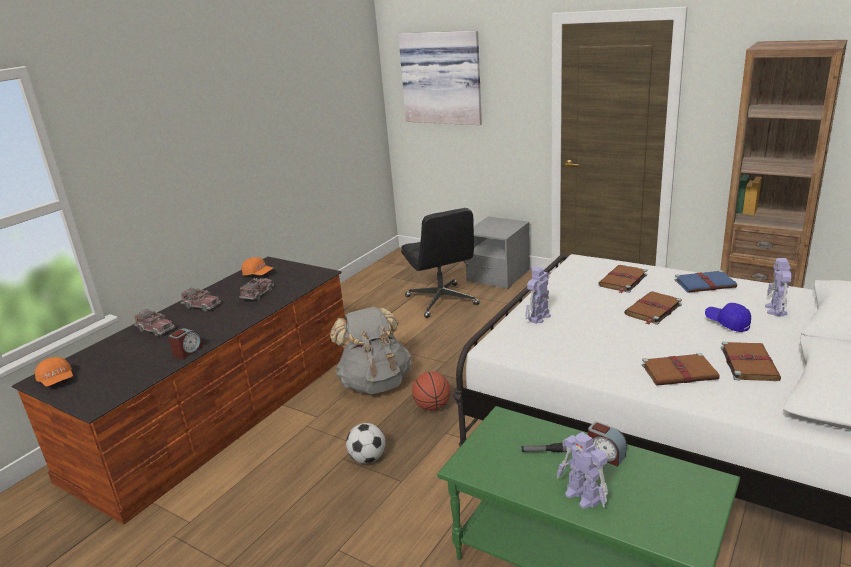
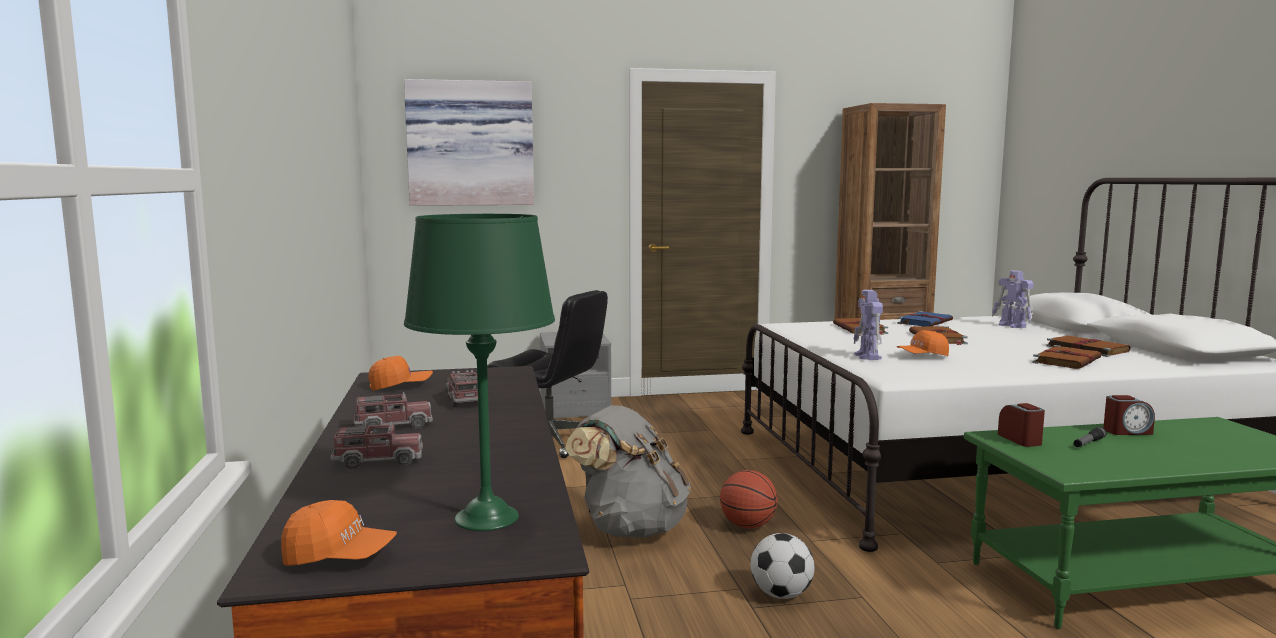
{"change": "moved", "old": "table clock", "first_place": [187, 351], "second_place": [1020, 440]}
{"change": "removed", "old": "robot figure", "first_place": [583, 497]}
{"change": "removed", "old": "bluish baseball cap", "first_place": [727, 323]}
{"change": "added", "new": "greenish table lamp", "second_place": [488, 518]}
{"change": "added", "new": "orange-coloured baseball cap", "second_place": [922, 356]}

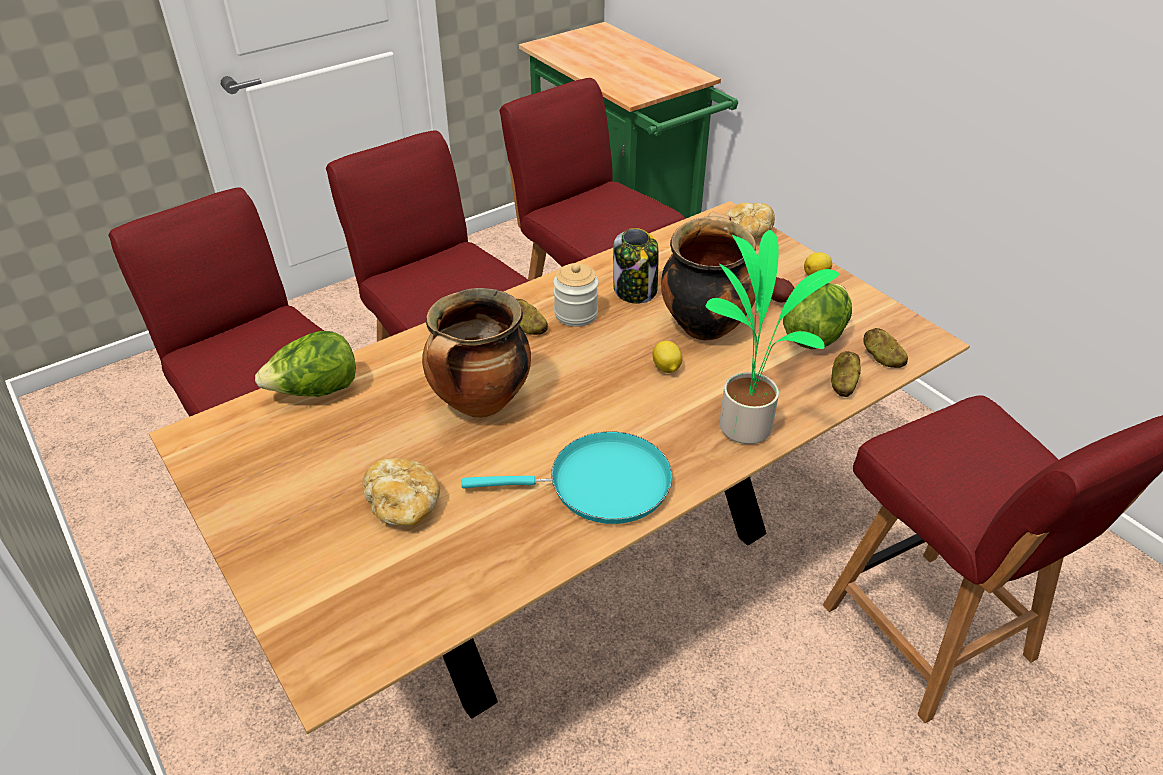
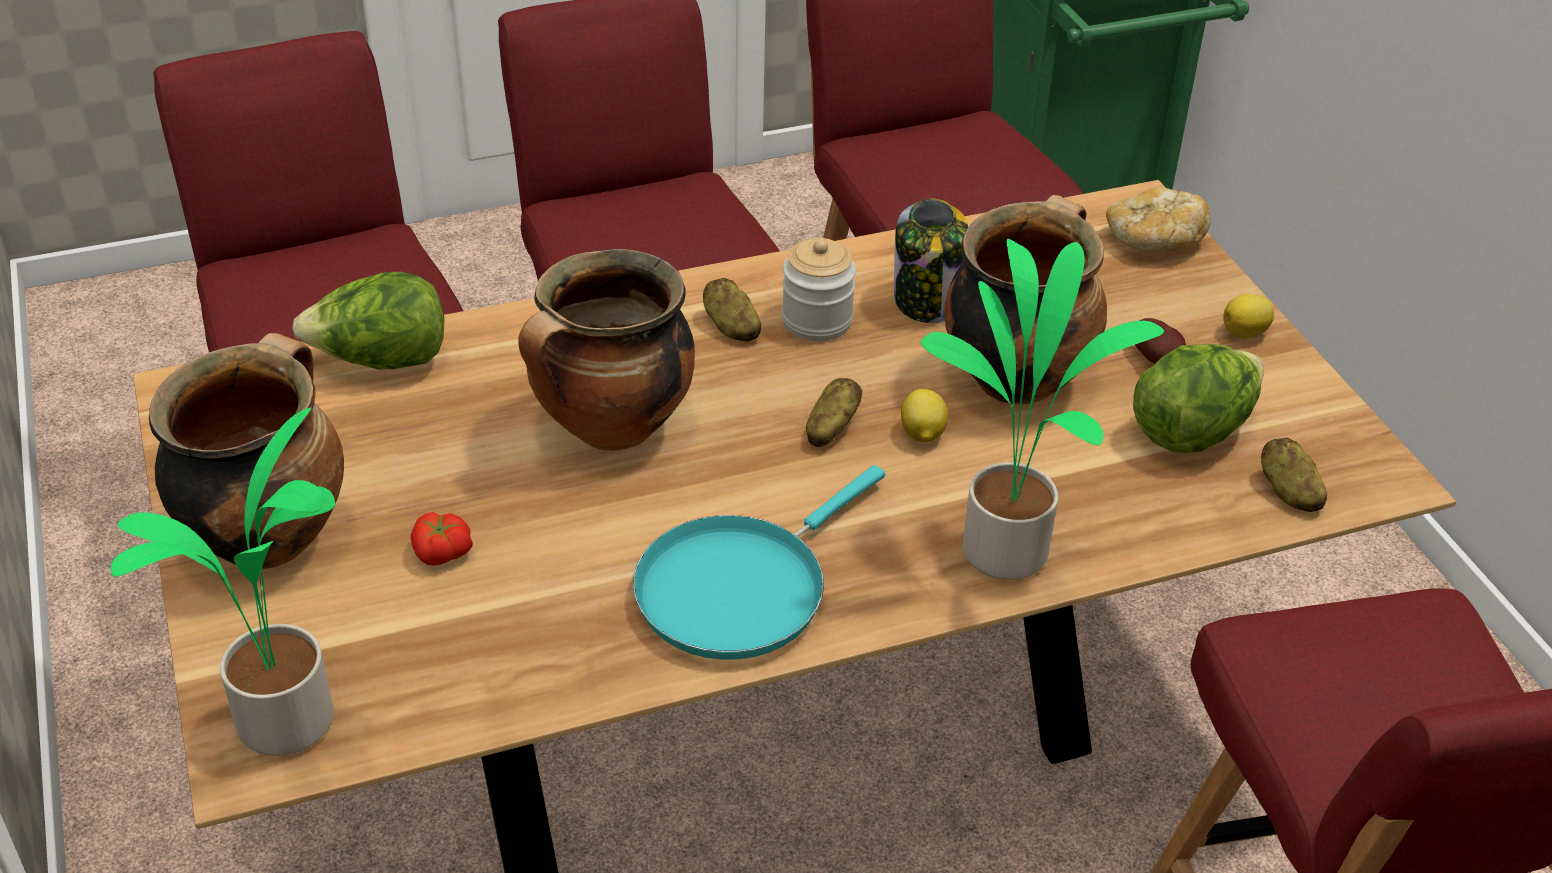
{"change": "replaced", "old": "baked bread", "new": "tomato", "first_place": [404, 505], "second_place": [441, 554]}
{"change": "turned", "old": "blue-green frying pan", "first_place": [600, 484], "second_place": [739, 587], "degrees": 120}
{"change": "moved", "old": "spud", "first_place": [842, 384], "second_place": [830, 429]}
{"change": "added", "new": "houseplant", "second_place": [285, 728]}
{"change": "added", "new": "cooking pot", "second_place": [267, 535]}

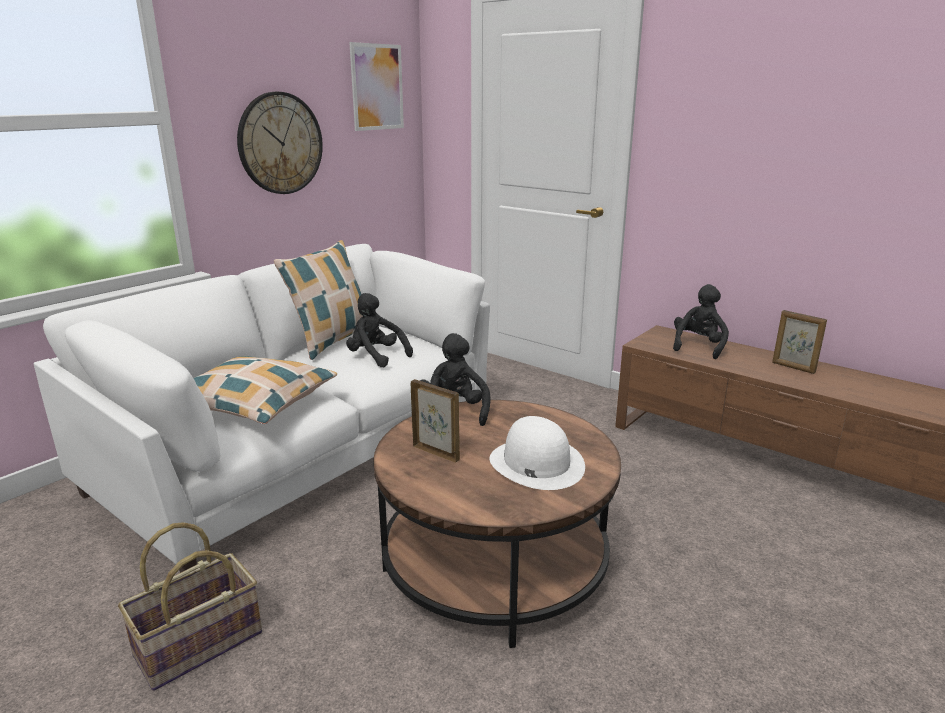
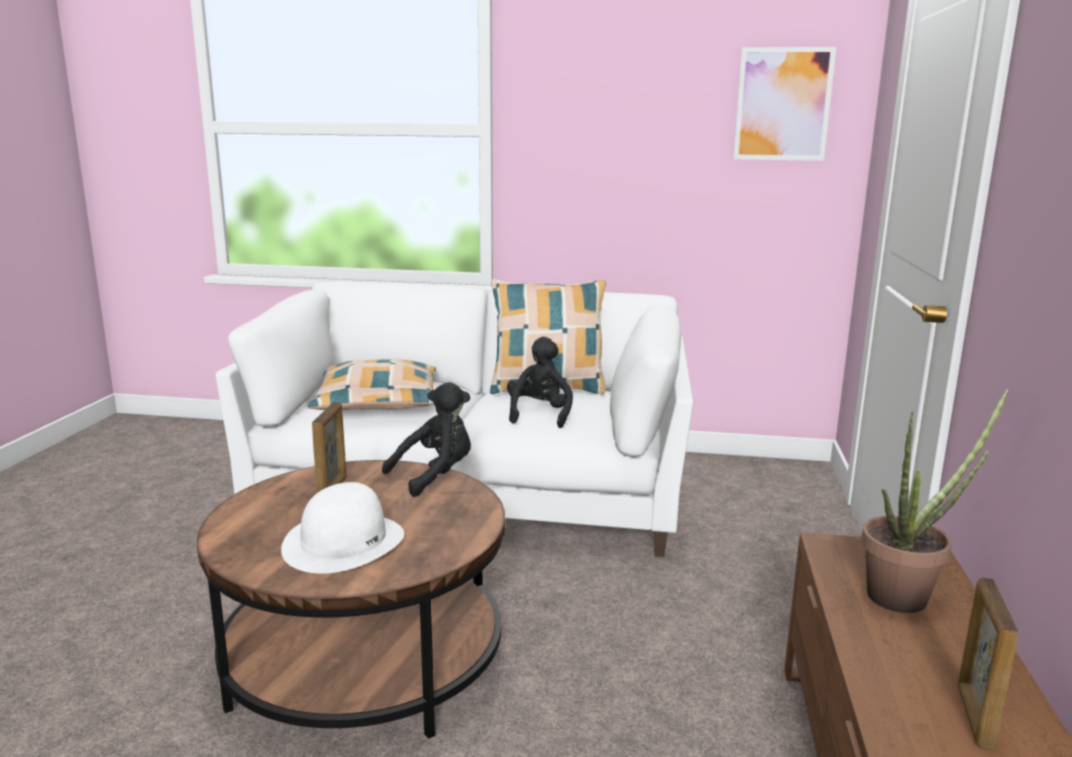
{"change": "removed", "old": "basket", "first_place": [199, 645]}
{"change": "removed", "old": "hanging clock", "first_place": [280, 143]}
{"change": "replaced", "old": "blackish soft toy", "new": "houseplant", "first_place": [698, 346], "second_place": [907, 595]}

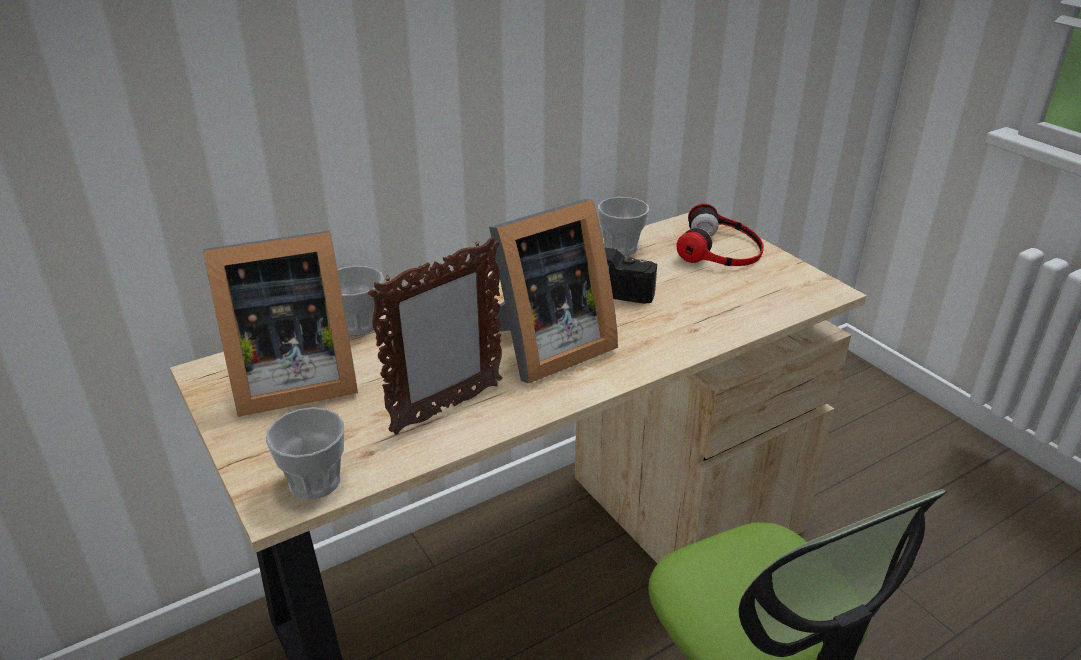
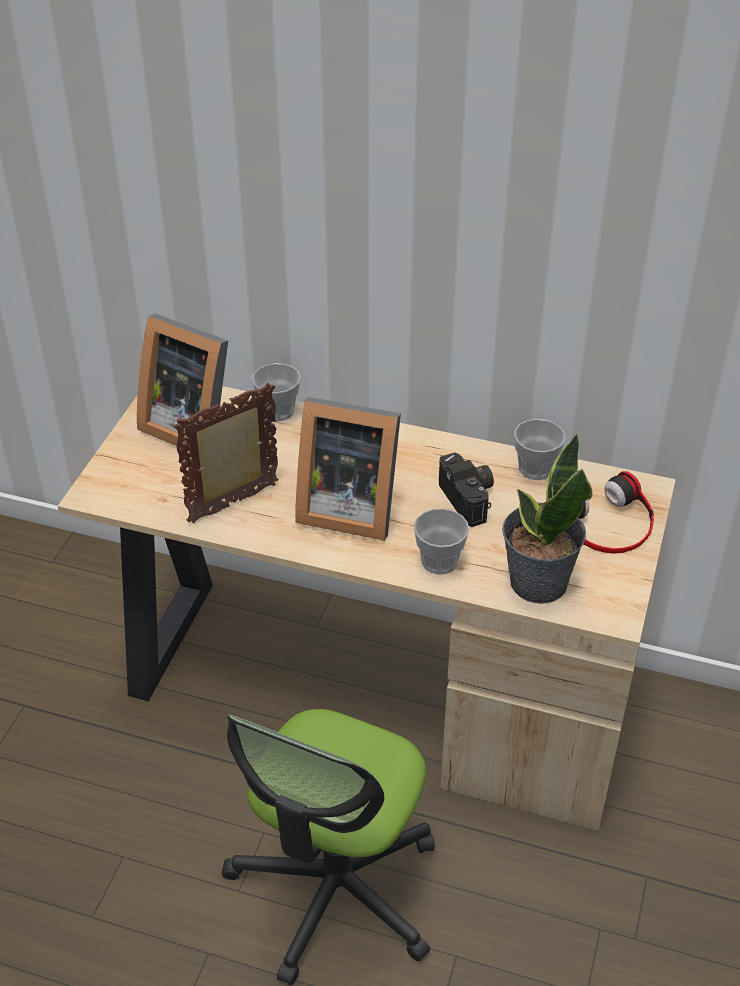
{"change": "moved", "old": "cup", "first_place": [315, 482], "second_place": [439, 561]}
{"change": "turned", "old": "photo frame", "first_place": [446, 408], "second_place": [235, 504], "degrees": 135}
{"change": "added", "new": "houseplant", "second_place": [537, 582]}

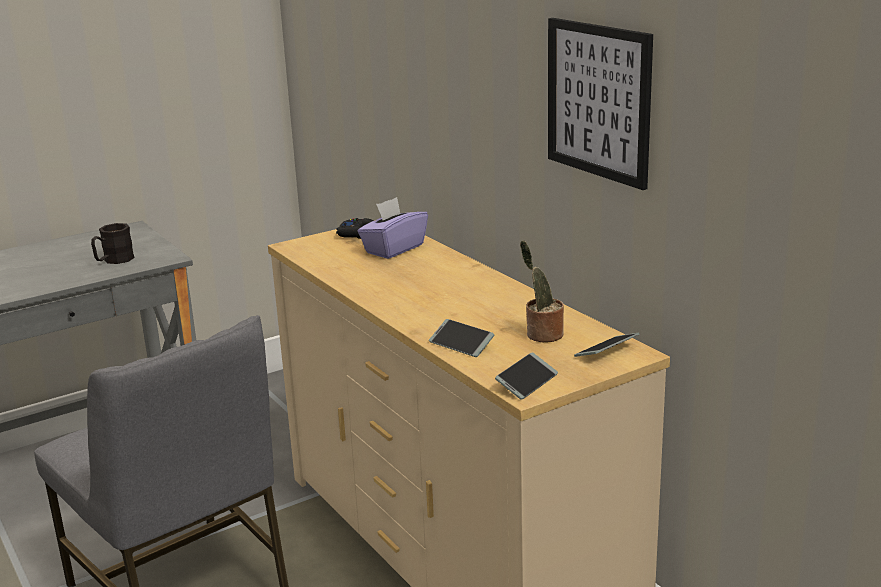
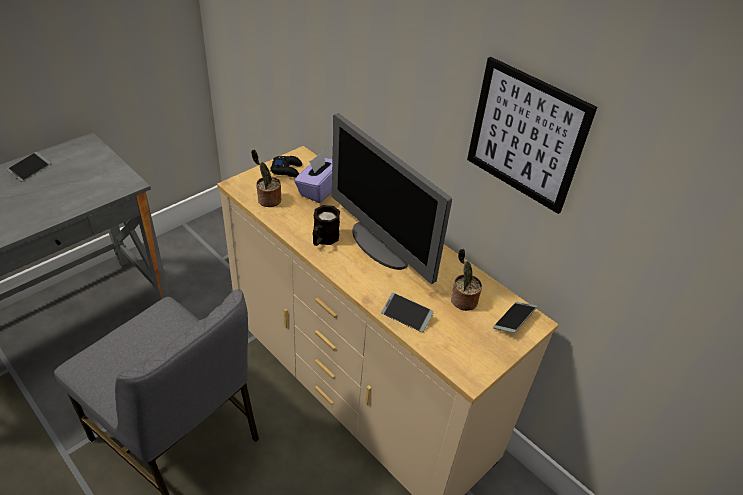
{"change": "moved", "old": "blackish tea mug", "first_place": [113, 260], "second_place": [323, 239]}
{"change": "moved", "old": "handset", "first_place": [527, 382], "second_place": [30, 170]}
{"change": "added", "new": "houseplant", "second_place": [267, 200]}
{"change": "added", "new": "computer display", "second_place": [380, 246]}

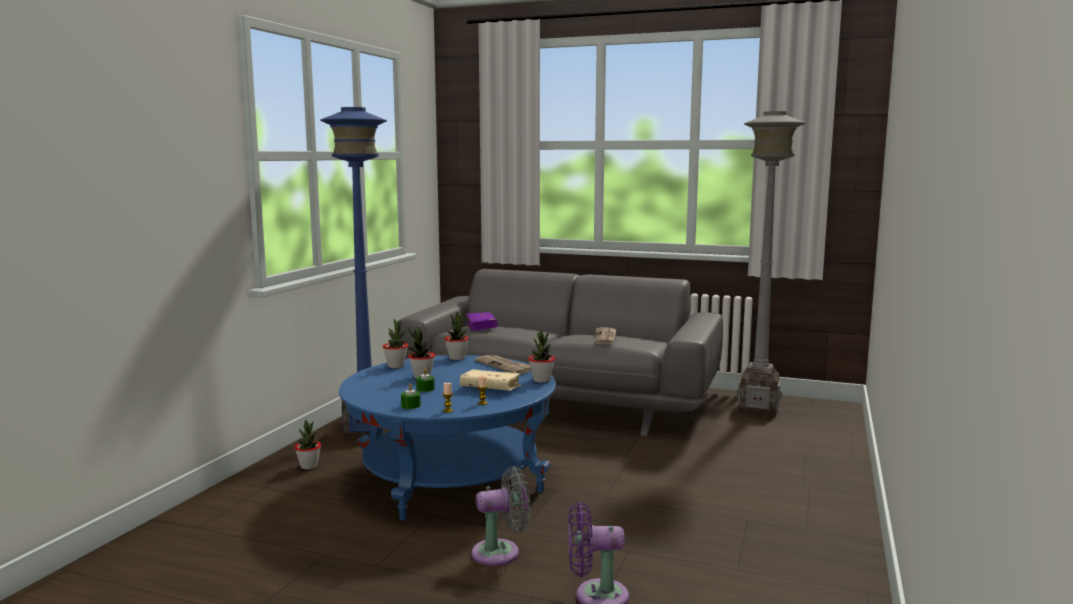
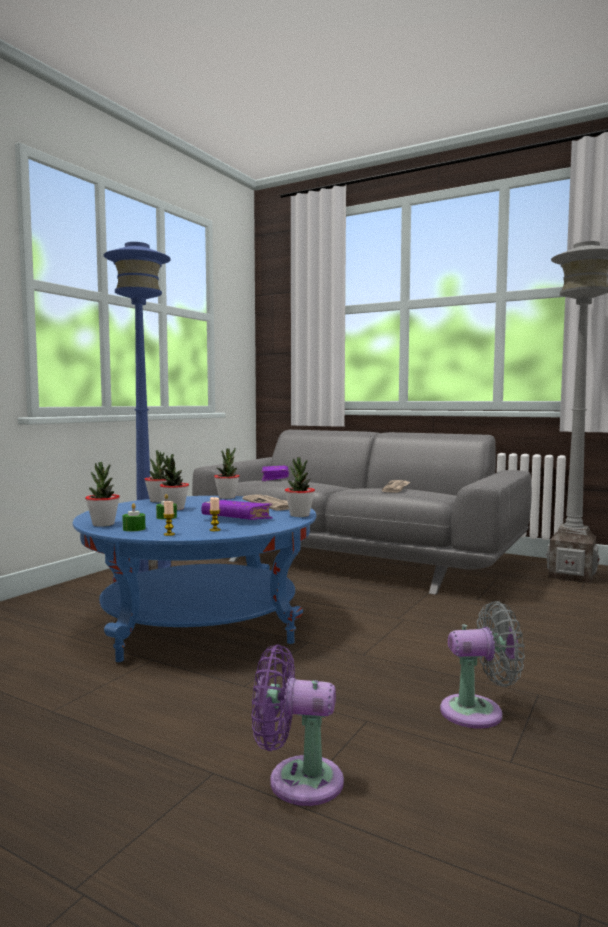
{"change": "moved", "old": "houseplant", "first_place": [309, 466], "second_place": [103, 524]}
{"change": "recoloured", "old": "beige-coloured book", "new": "purple book", "first_place": [490, 388], "second_place": [236, 519]}
{"change": "moved", "old": "greyish electric fan", "first_place": [501, 552], "second_place": [478, 712]}

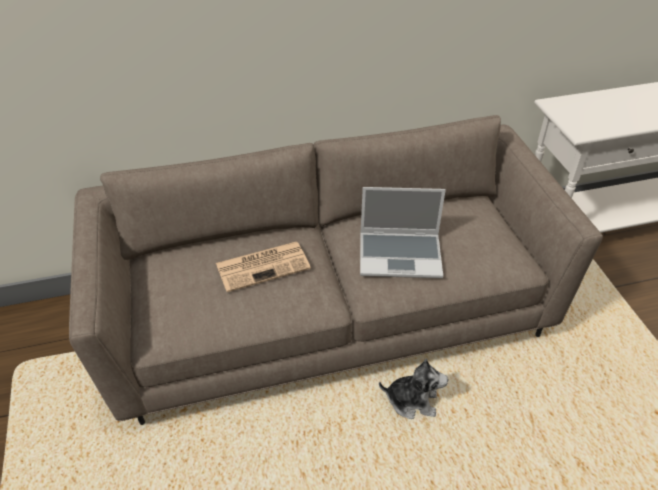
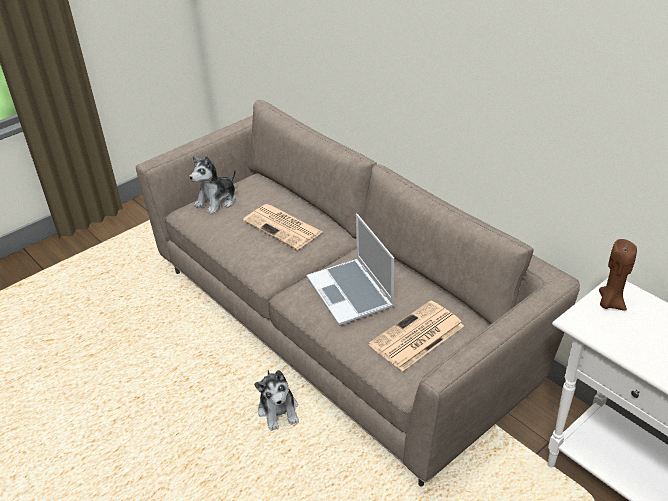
{"change": "added", "new": "soft toy", "second_place": [217, 201]}
{"change": "added", "new": "printed paper", "second_place": [416, 337]}
{"change": "added", "new": "brownish candle", "second_place": [610, 303]}

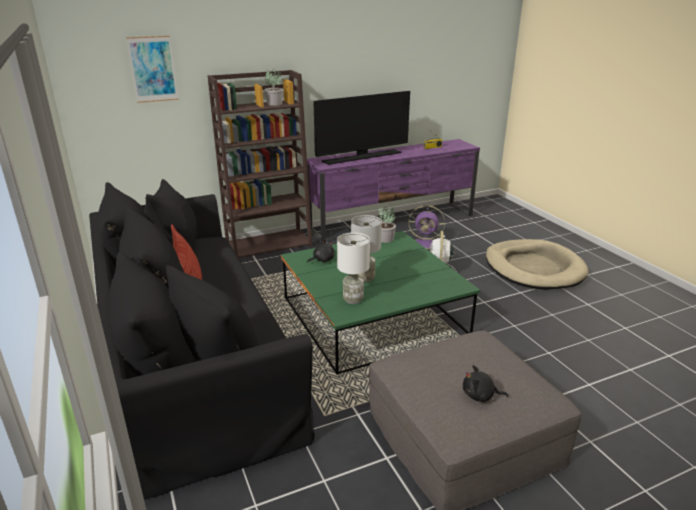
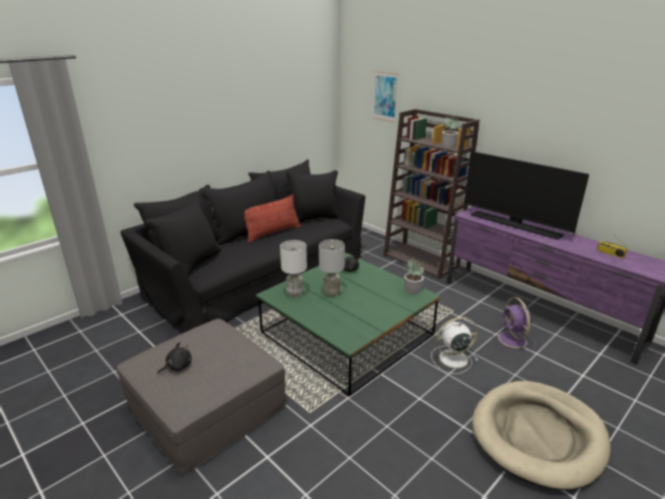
{"change": "turned", "old": "blackish soft toy", "first_place": [480, 396], "second_place": [177, 366], "degrees": 60}

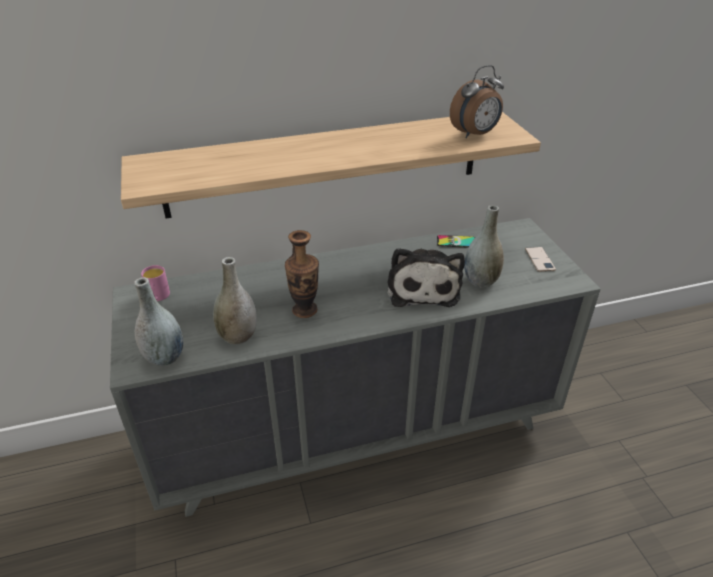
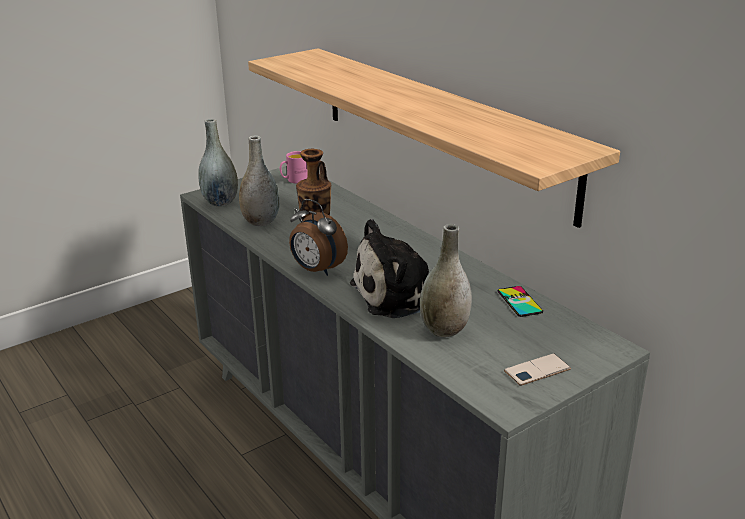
{"change": "moved", "old": "table clock", "first_place": [475, 134], "second_place": [316, 270]}

